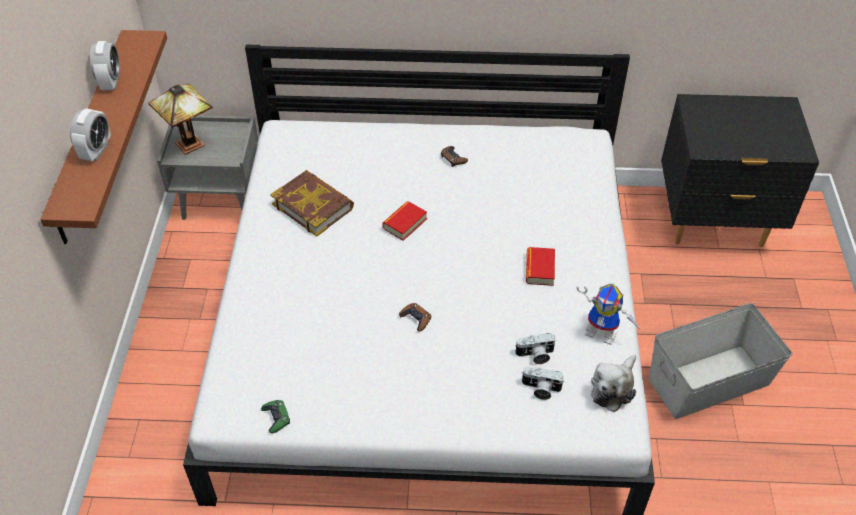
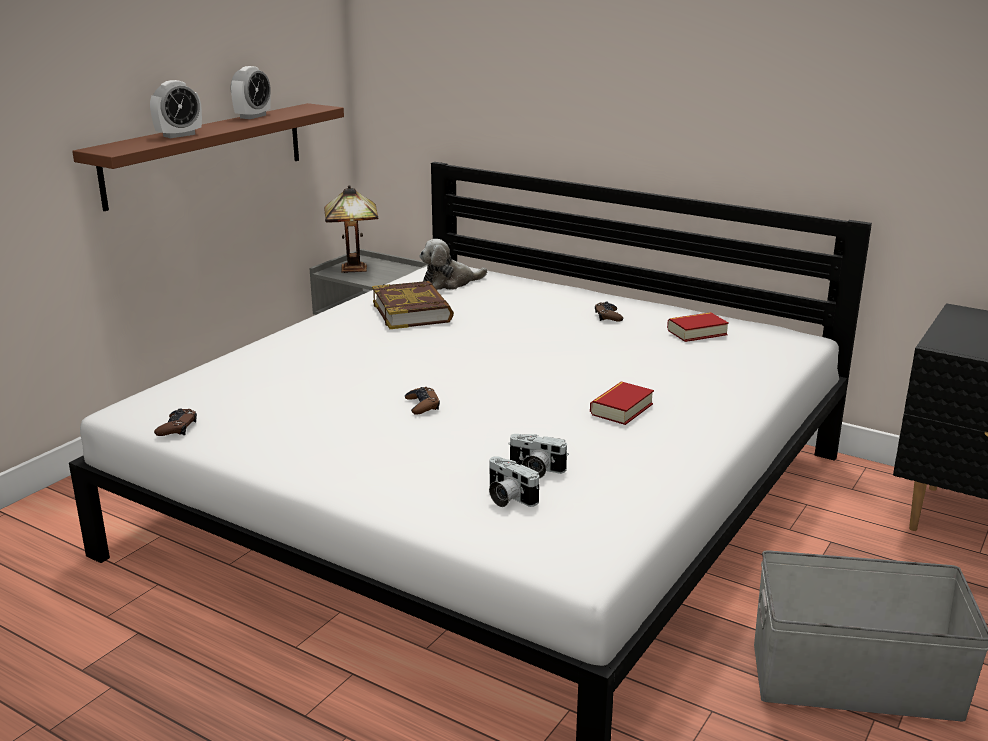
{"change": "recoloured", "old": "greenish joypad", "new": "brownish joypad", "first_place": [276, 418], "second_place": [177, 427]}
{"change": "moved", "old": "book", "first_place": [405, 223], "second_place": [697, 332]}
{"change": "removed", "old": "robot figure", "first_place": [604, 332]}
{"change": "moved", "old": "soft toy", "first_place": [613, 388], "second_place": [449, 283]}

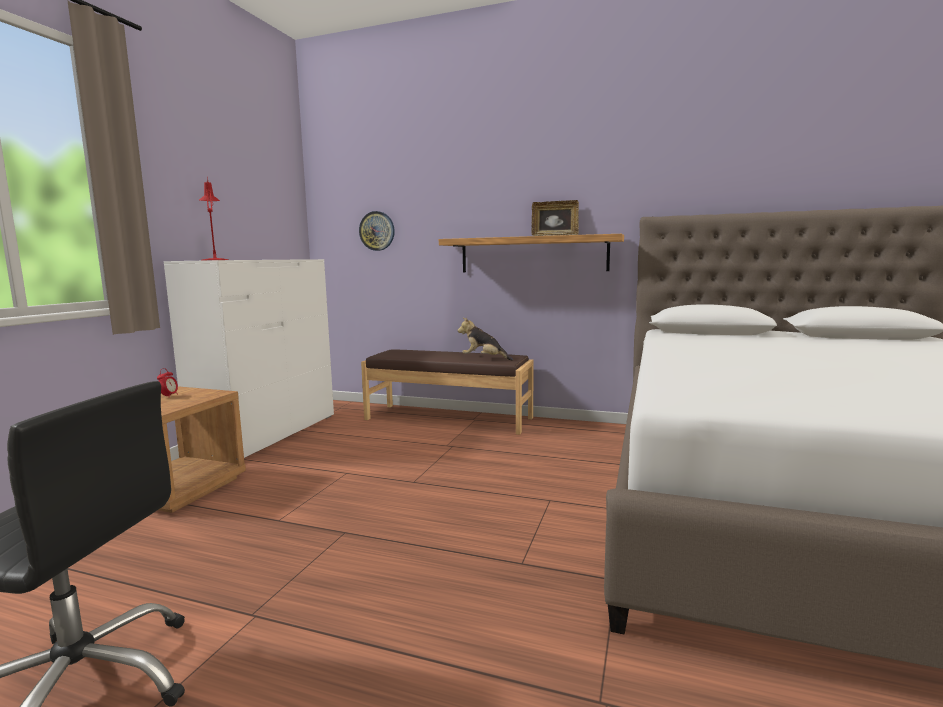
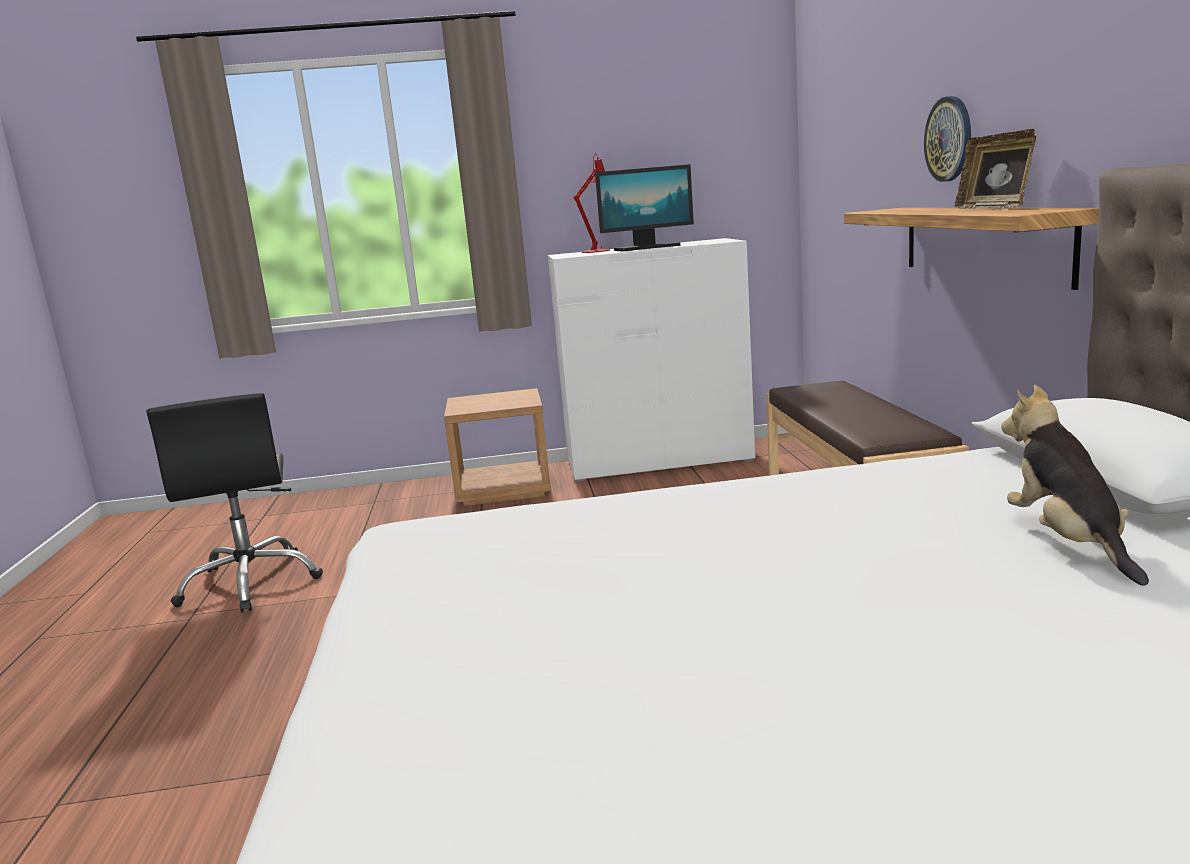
{"change": "removed", "old": "table clock", "first_place": [169, 396]}
{"change": "moved", "old": "hanging clock", "first_place": [377, 231], "second_place": [949, 139]}
{"change": "moved", "old": "soft toy", "first_place": [484, 359], "second_place": [1067, 542]}
{"change": "added", "new": "computer display", "second_place": [648, 248]}

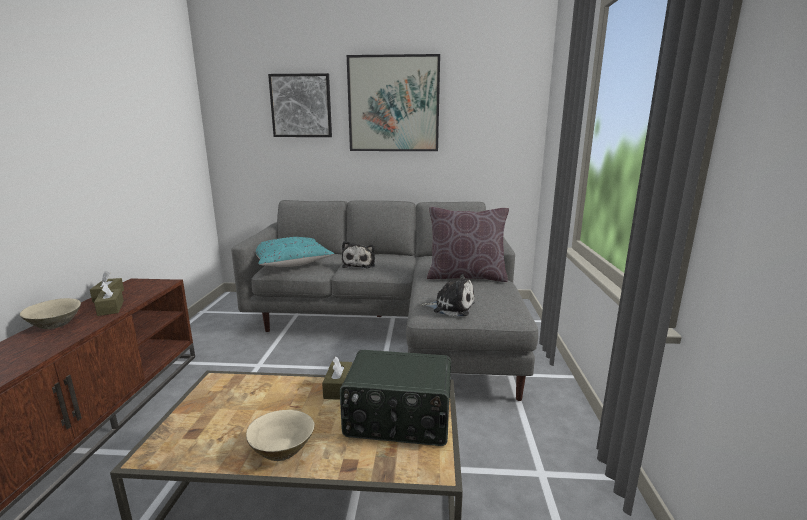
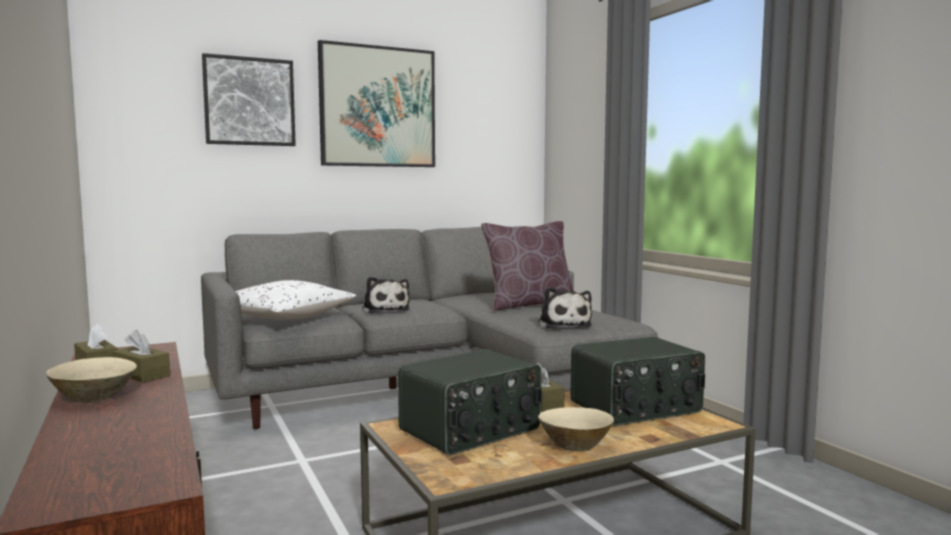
{"change": "recoloured", "old": "blue-green pillow", "new": "whitish pillow", "first_place": [290, 262], "second_place": [285, 317]}
{"change": "turned", "old": "soft toy", "first_place": [451, 307], "second_place": [563, 324], "degrees": 90}
{"change": "added", "new": "radio", "second_place": [471, 430]}

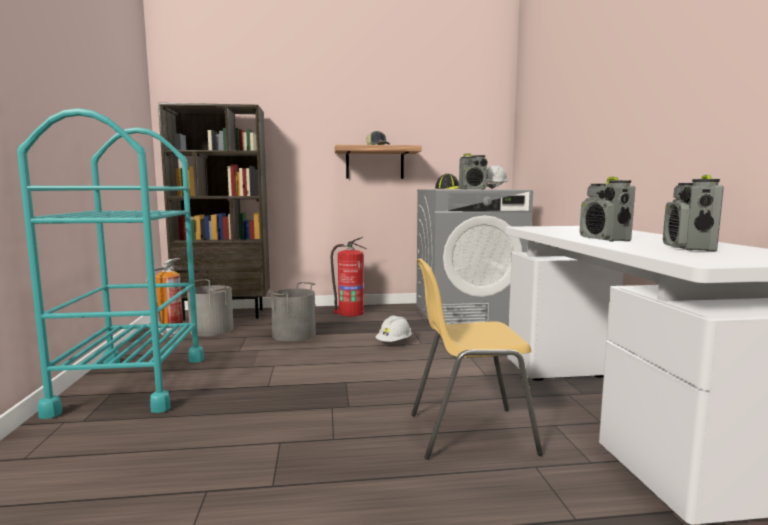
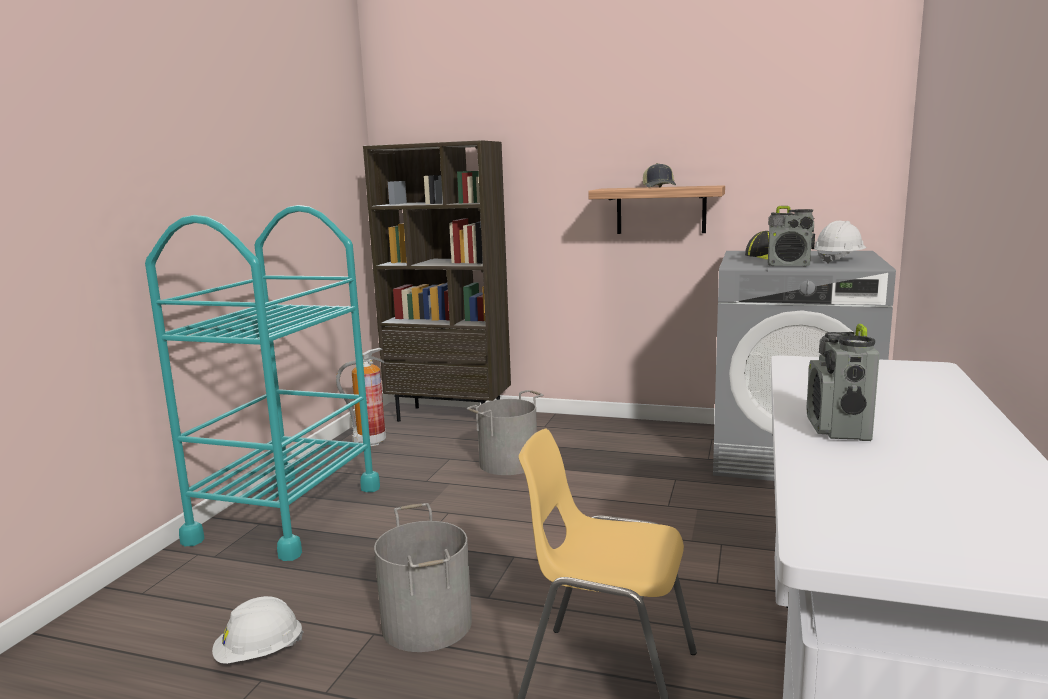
{"change": "moved", "old": "greyish pail", "first_place": [212, 329], "second_place": [428, 623]}
{"change": "removed", "old": "extinguisher", "first_place": [350, 313]}
{"change": "moved", "old": "whitish hard hat", "first_place": [394, 343], "second_place": [259, 654]}
{"change": "removed", "old": "radio", "first_place": [688, 248]}

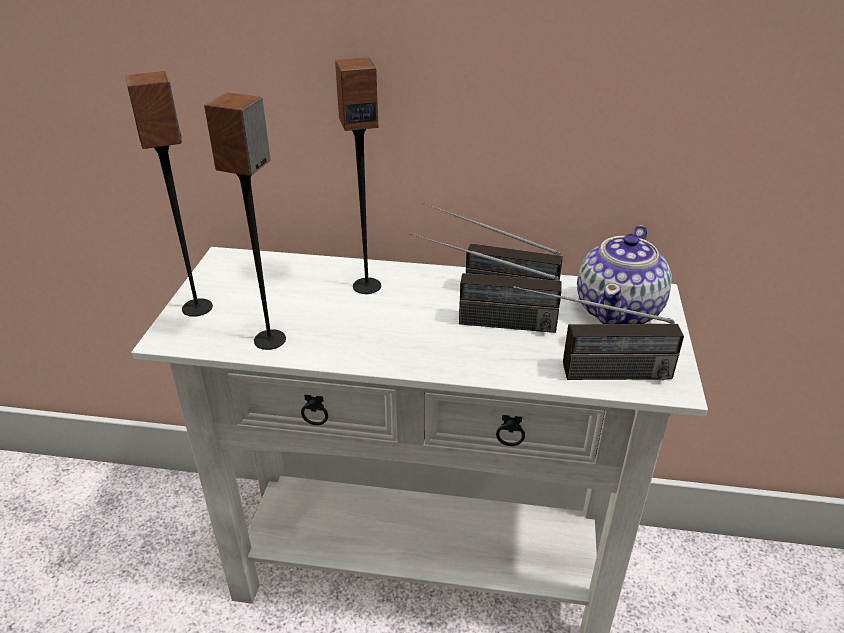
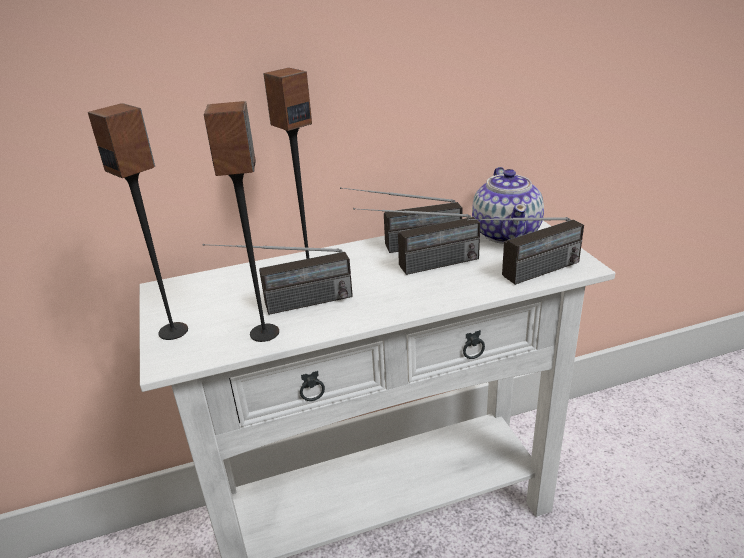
{"change": "added", "new": "radio", "second_place": [286, 306]}

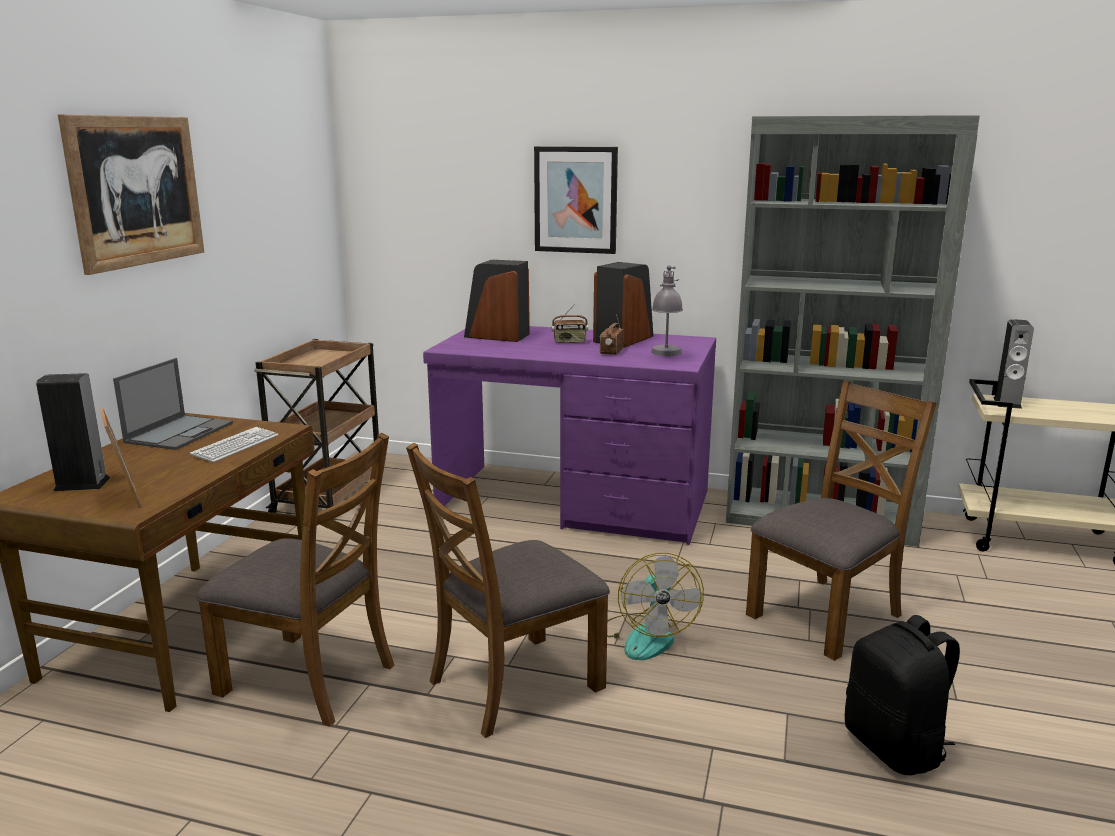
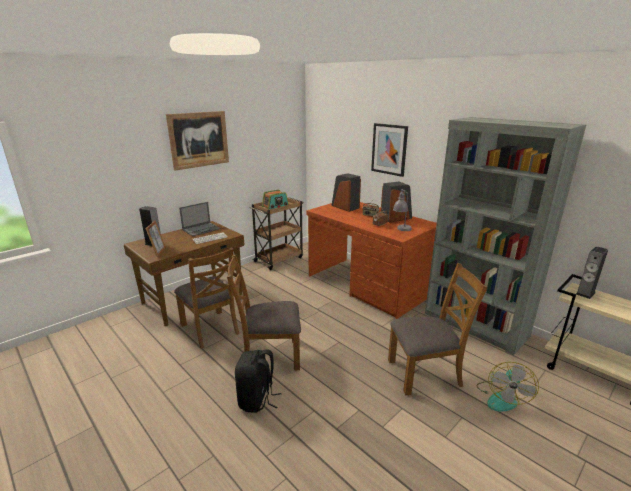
{"change": "recoloured", "old": "purple desk table", "new": "brownish desk table", "first_place": [574, 502], "second_place": [367, 285]}
{"change": "moved", "old": "electric fan", "first_place": [645, 636], "second_place": [502, 397]}
{"change": "moved", "old": "blackish rucksack", "first_place": [895, 747], "second_place": [257, 400]}
{"change": "added", "new": "radio", "second_place": [275, 206]}

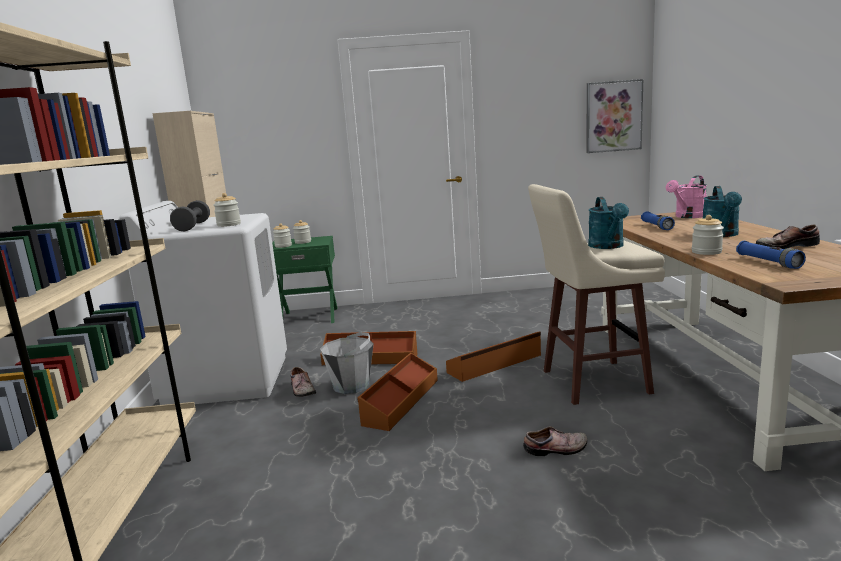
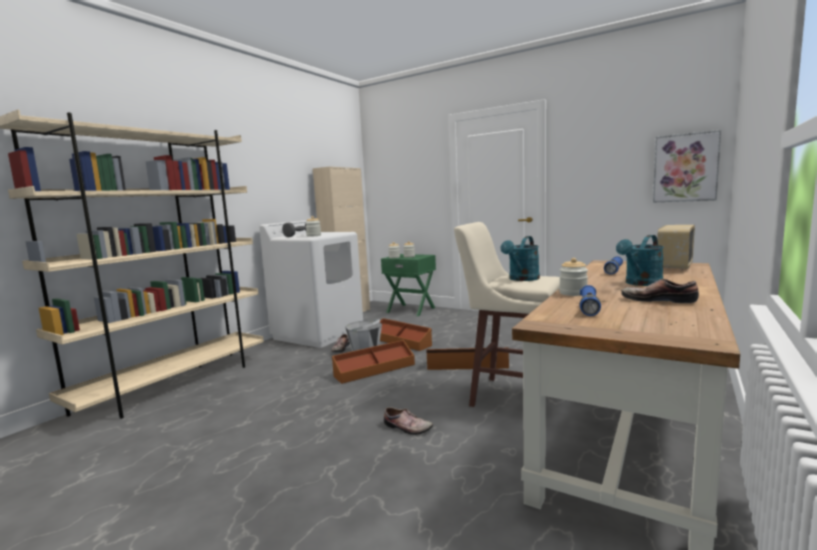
{"change": "replaced", "old": "pinkish watering pot", "new": "radio", "first_place": [687, 216], "second_place": [673, 267]}

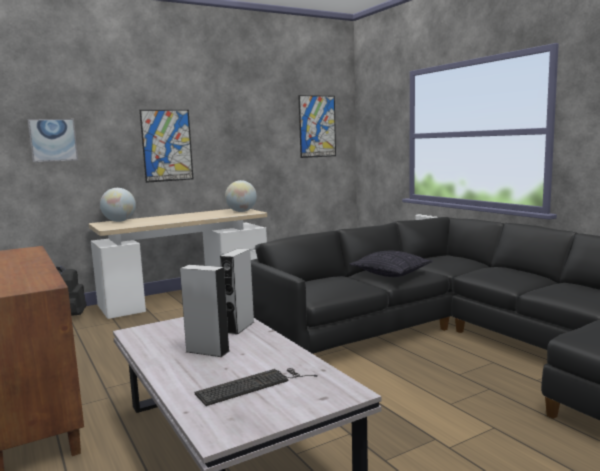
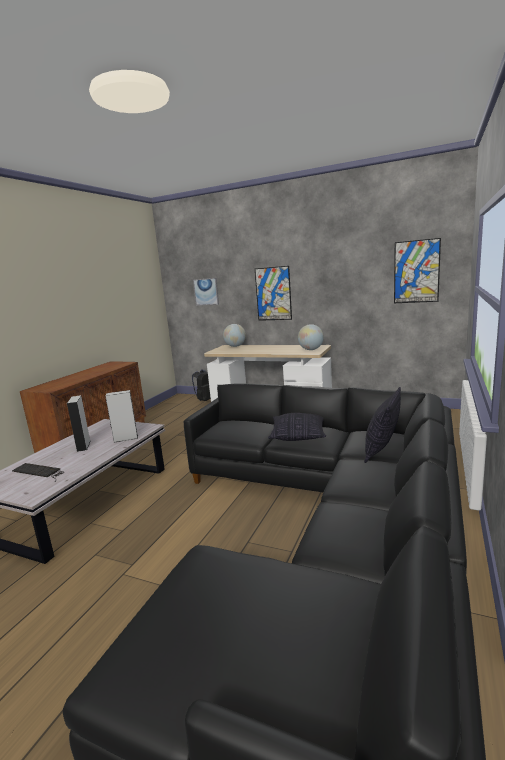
{"change": "added", "new": "pillow", "second_place": [382, 451]}

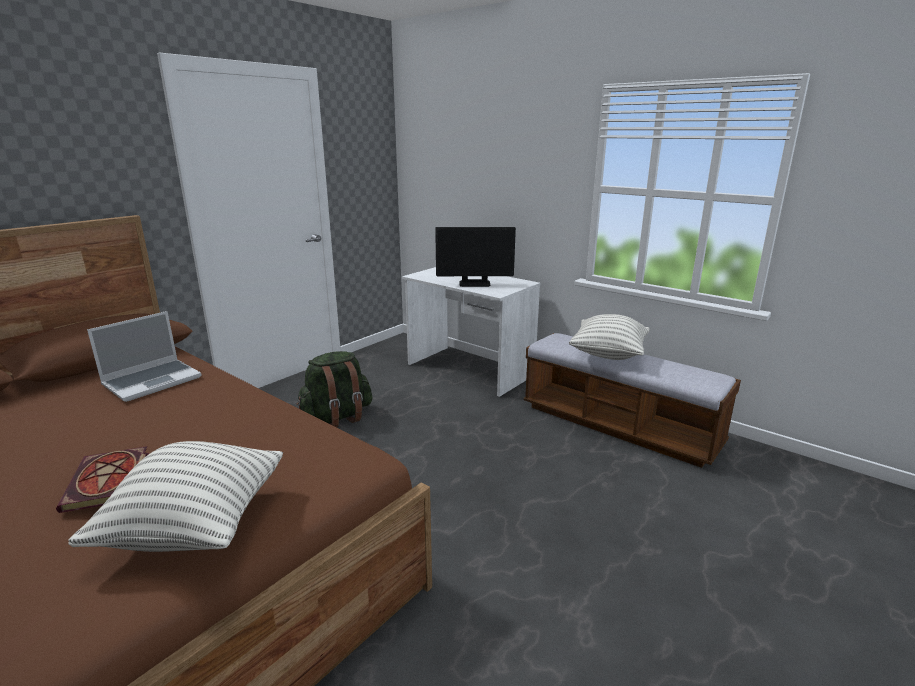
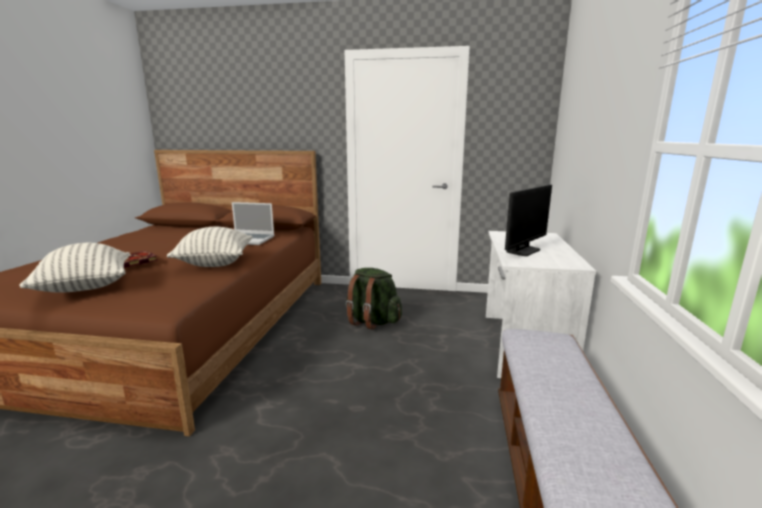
{"change": "turned", "old": "computer display", "first_place": [474, 283], "second_place": [523, 251], "degrees": -105}
{"change": "moved", "old": "pillow", "first_place": [608, 354], "second_place": [215, 263]}

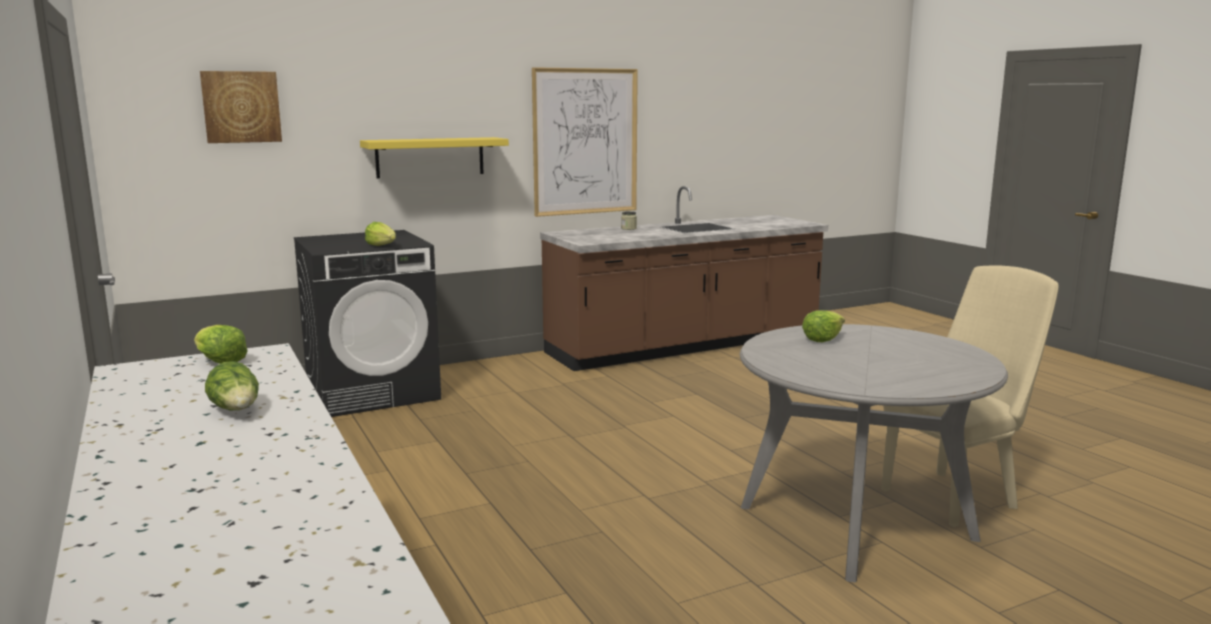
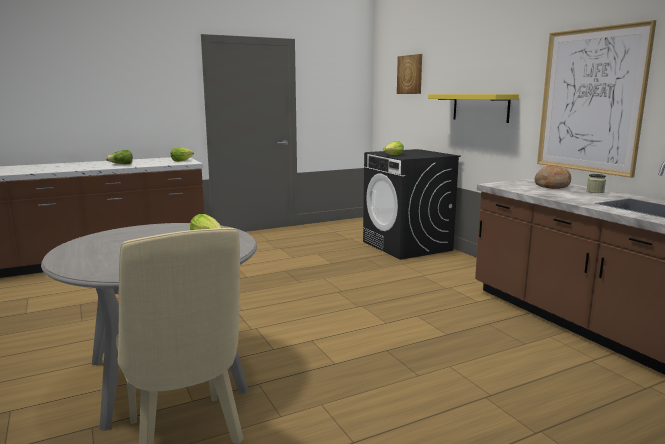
{"change": "added", "new": "baked bread", "second_place": [551, 186]}

